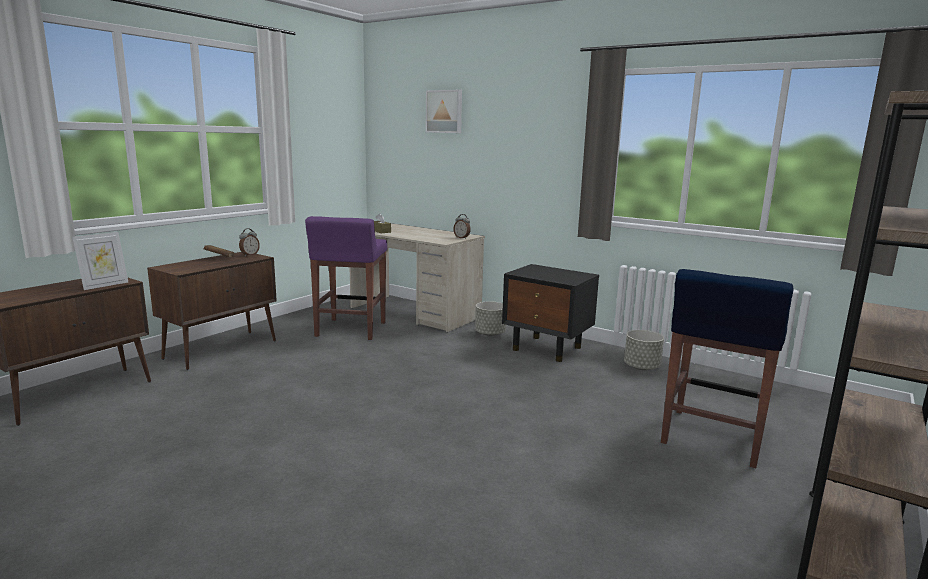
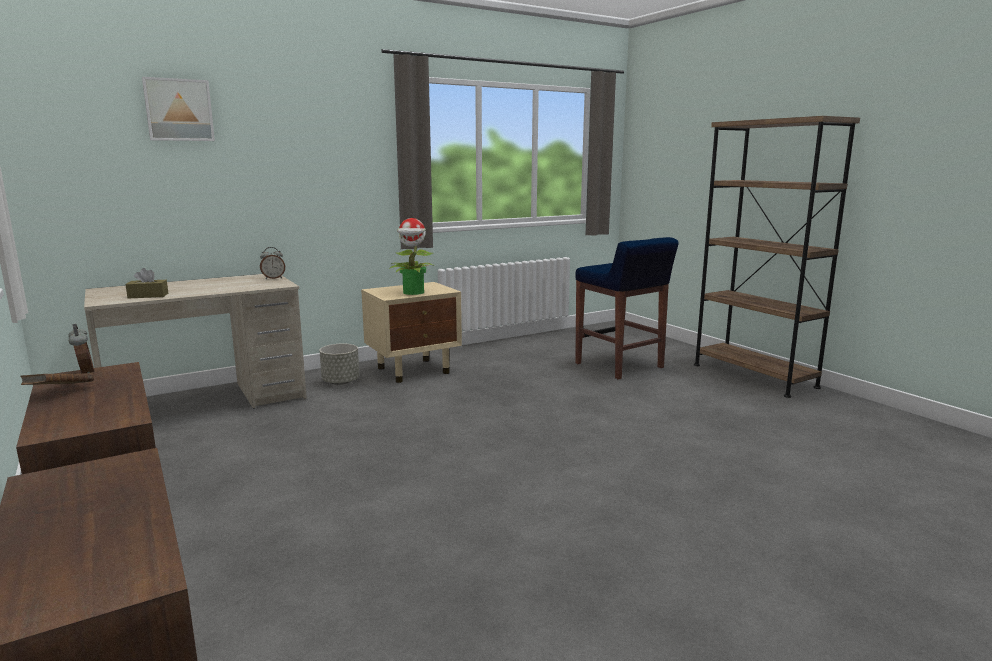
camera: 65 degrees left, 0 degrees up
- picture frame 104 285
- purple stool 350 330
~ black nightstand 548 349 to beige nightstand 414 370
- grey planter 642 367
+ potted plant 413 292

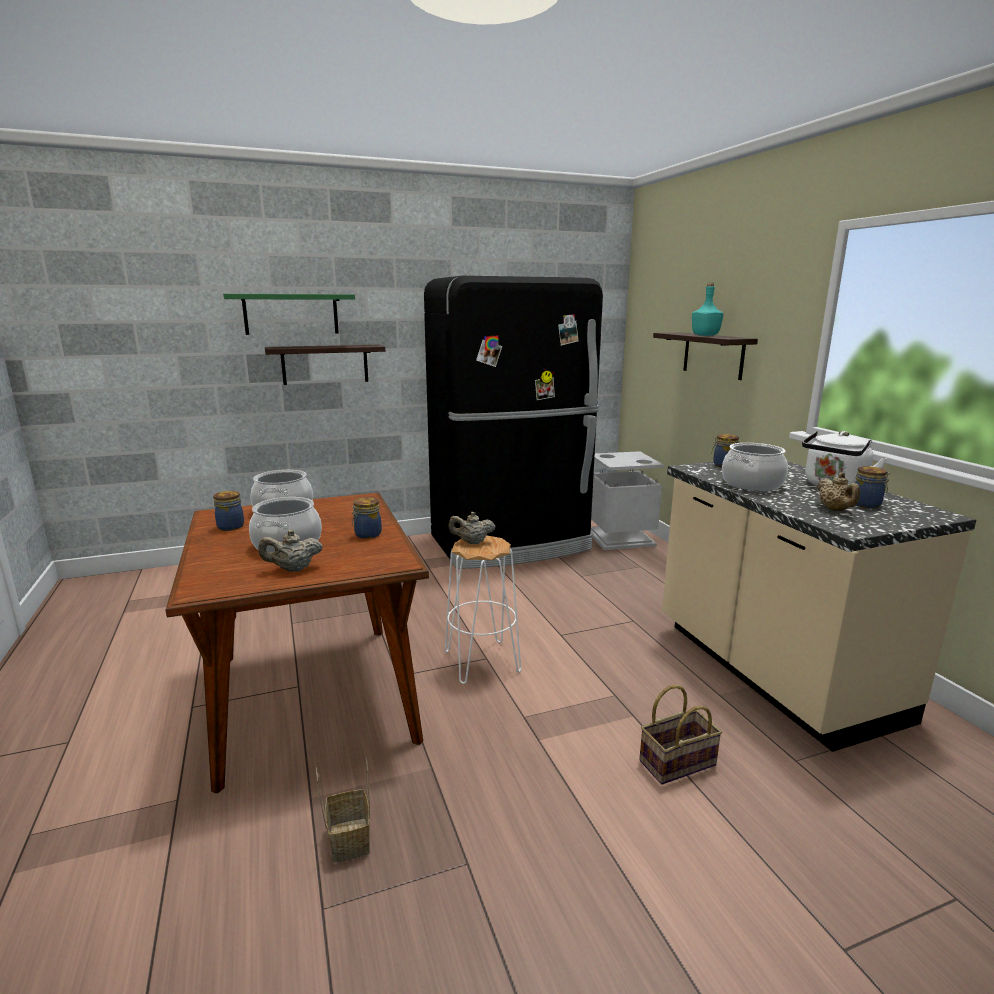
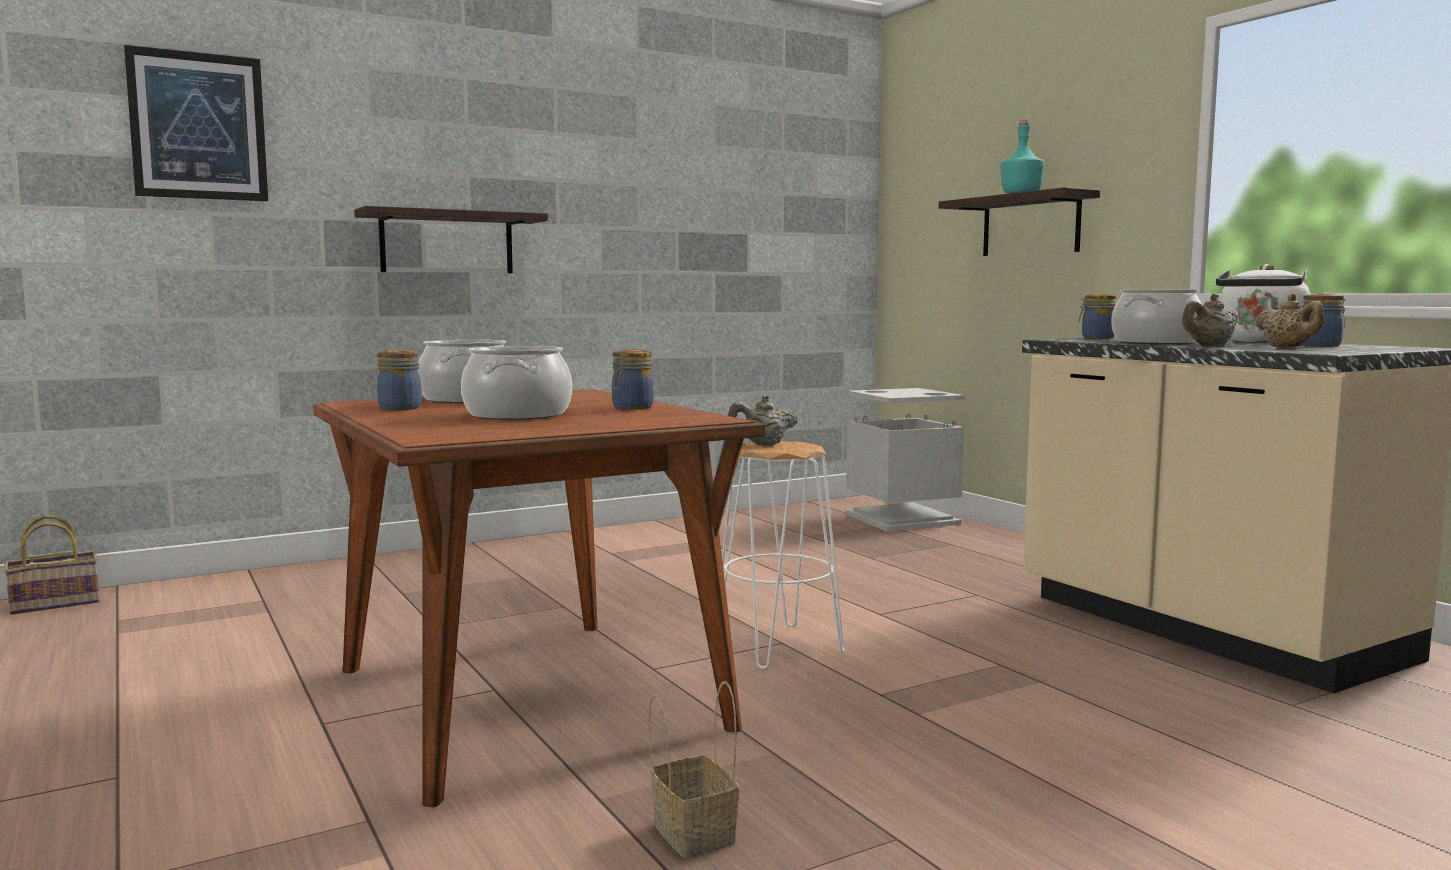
camera: 10 degrees left, 10 degrees down
- green shelf 291 314
~ beige teapot 293 569 to 1209 346
- black fridge 511 543
~ basket 678 761 to 57 603
+ picture 198 126

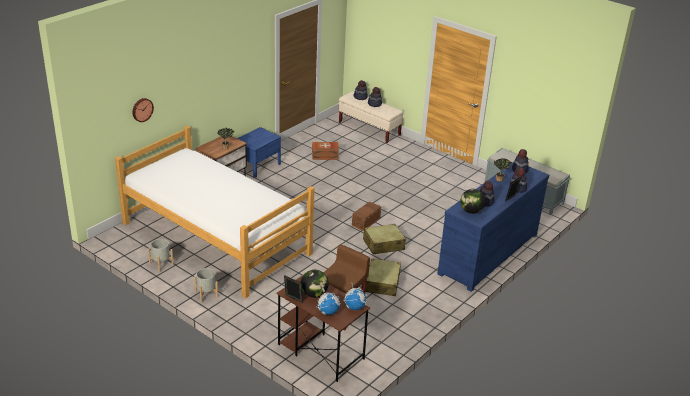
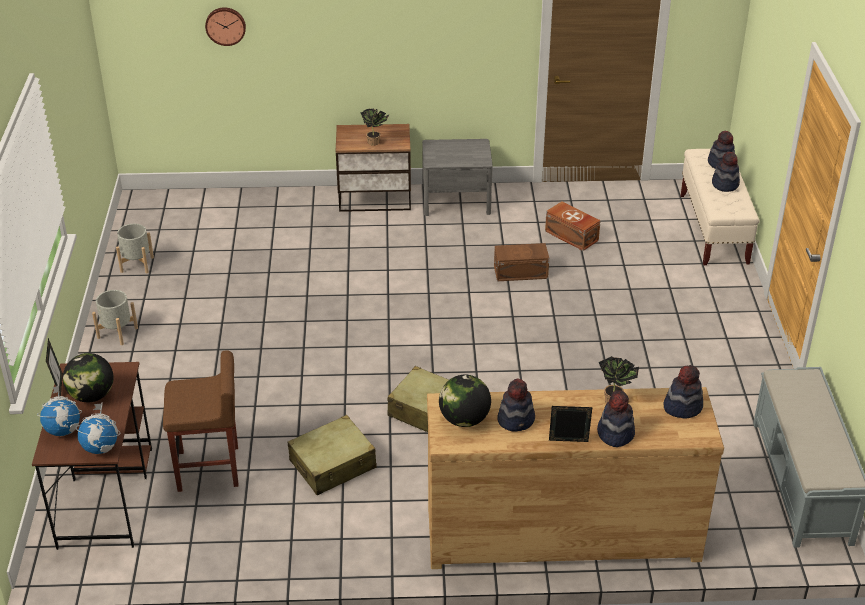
camera: 50 degrees right, 5 degrees up
- bed 216 238
~ blue nightstand 257 165 to grey nightstand 456 200
~ brown storage box 366 222 to 521 272
~ blue dresser 487 253 to brown dresser 561 532

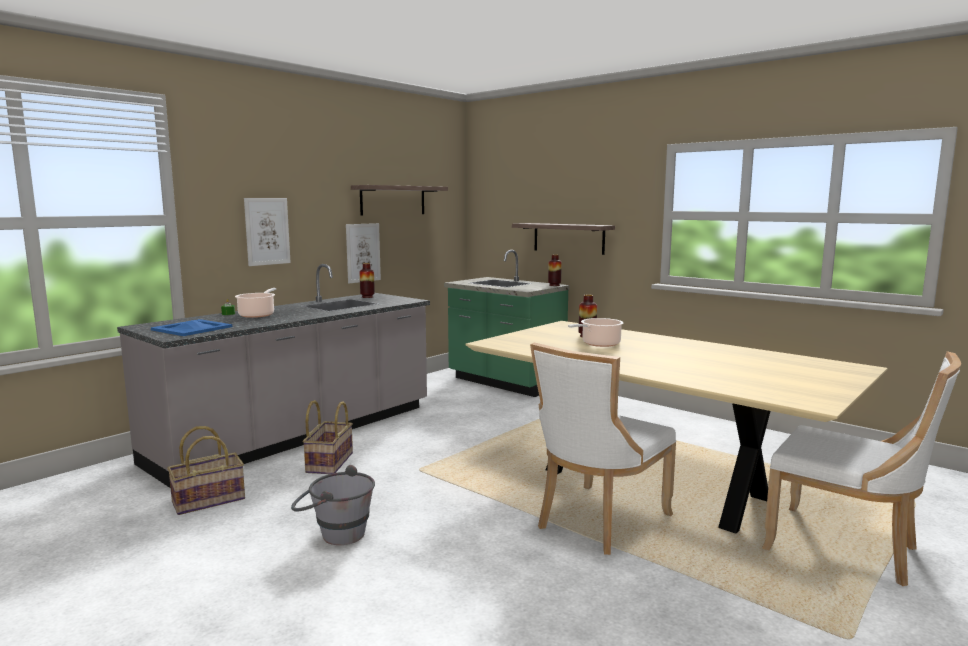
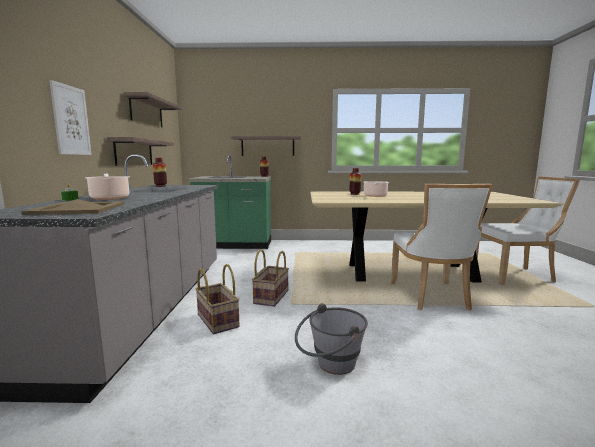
camera: 40 degrees left, 0 degrees up
~ blue tray 192 328 to beige tray 79 209
~ basket 209 500 to 271 296
~ picture 363 252 to shelf 134 152

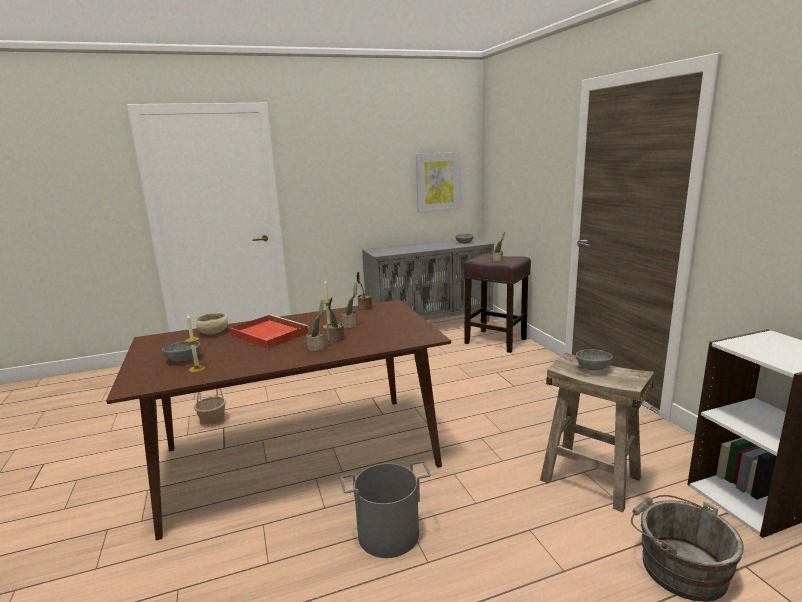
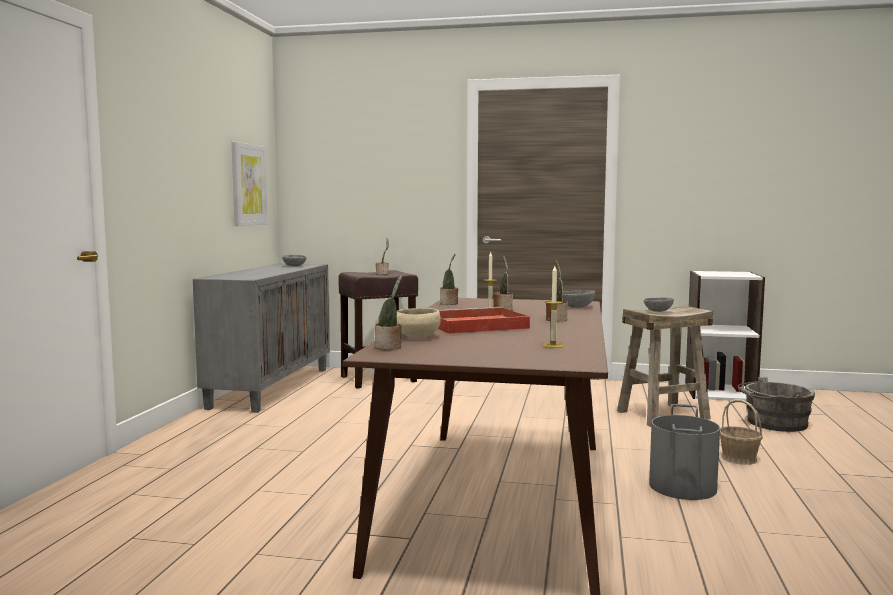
camera: 60 degrees left, 10 degrees down
~ grey bowl 183 359 to 576 307
~ basket 212 421 to 739 458
~ potted plant 335 339 to 389 347

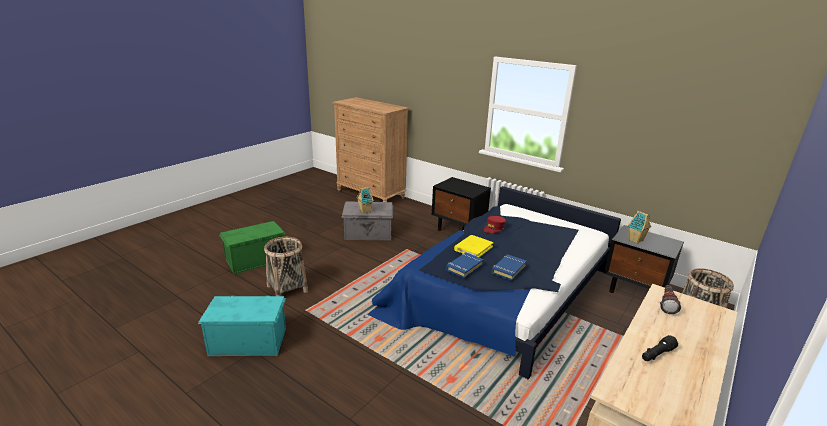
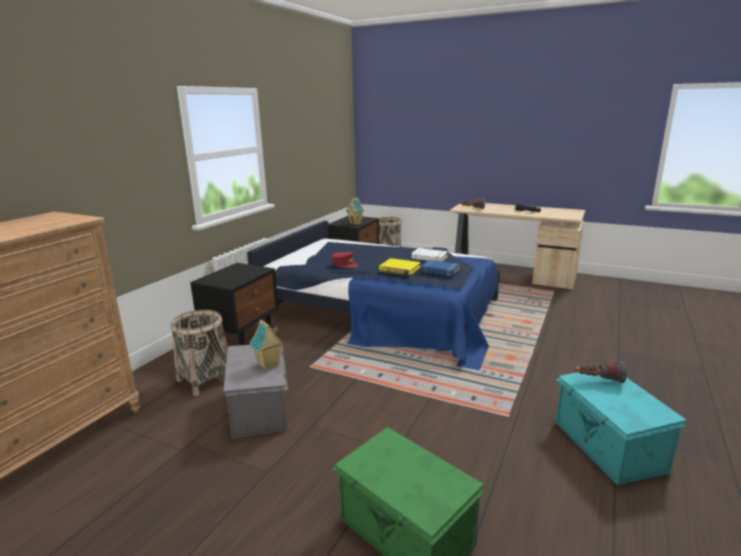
camera: 100 degrees left, 5 degrees down
~ basket 287 288 to 205 379
~ blue book 508 269 to white book 429 258
+ flashlight 598 380

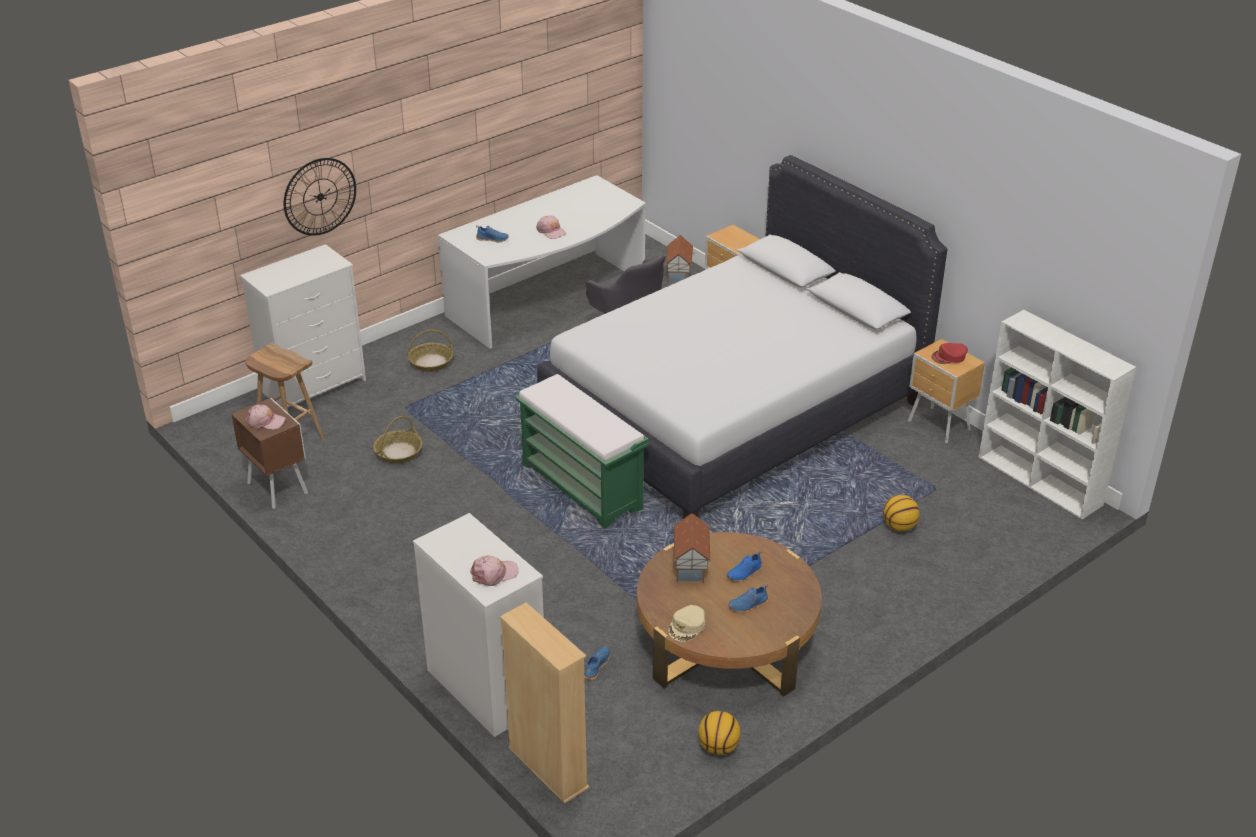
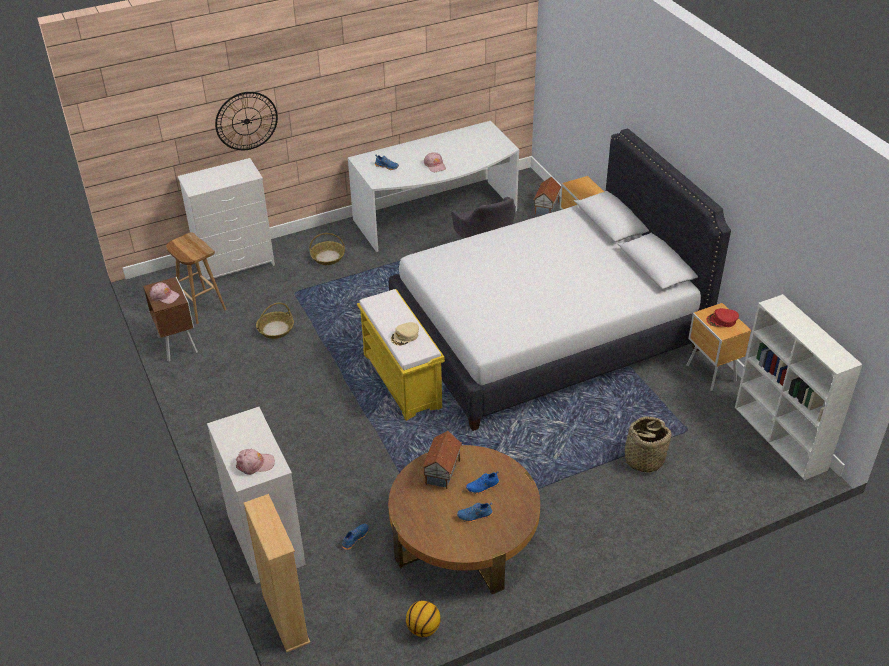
camera: 15 degrees right, 5 degrees up
~ green bench 583 487 to yellow bench 403 381
~ beige cap 687 626 to 405 336
~ basketball 899 526 to basket 643 459

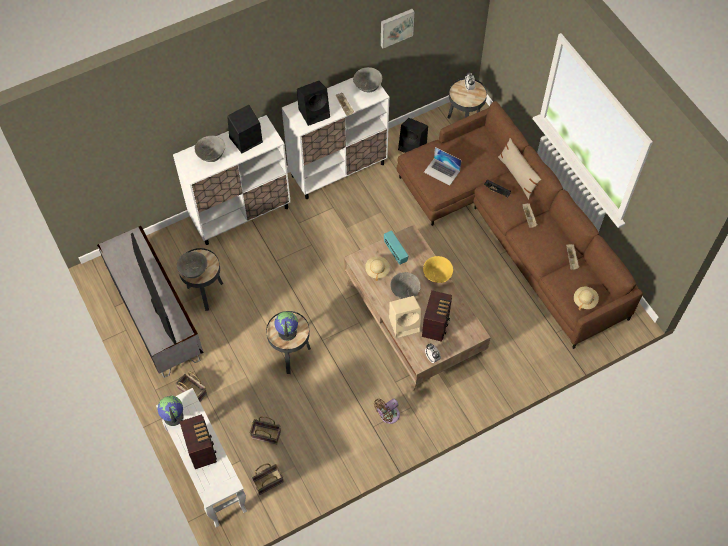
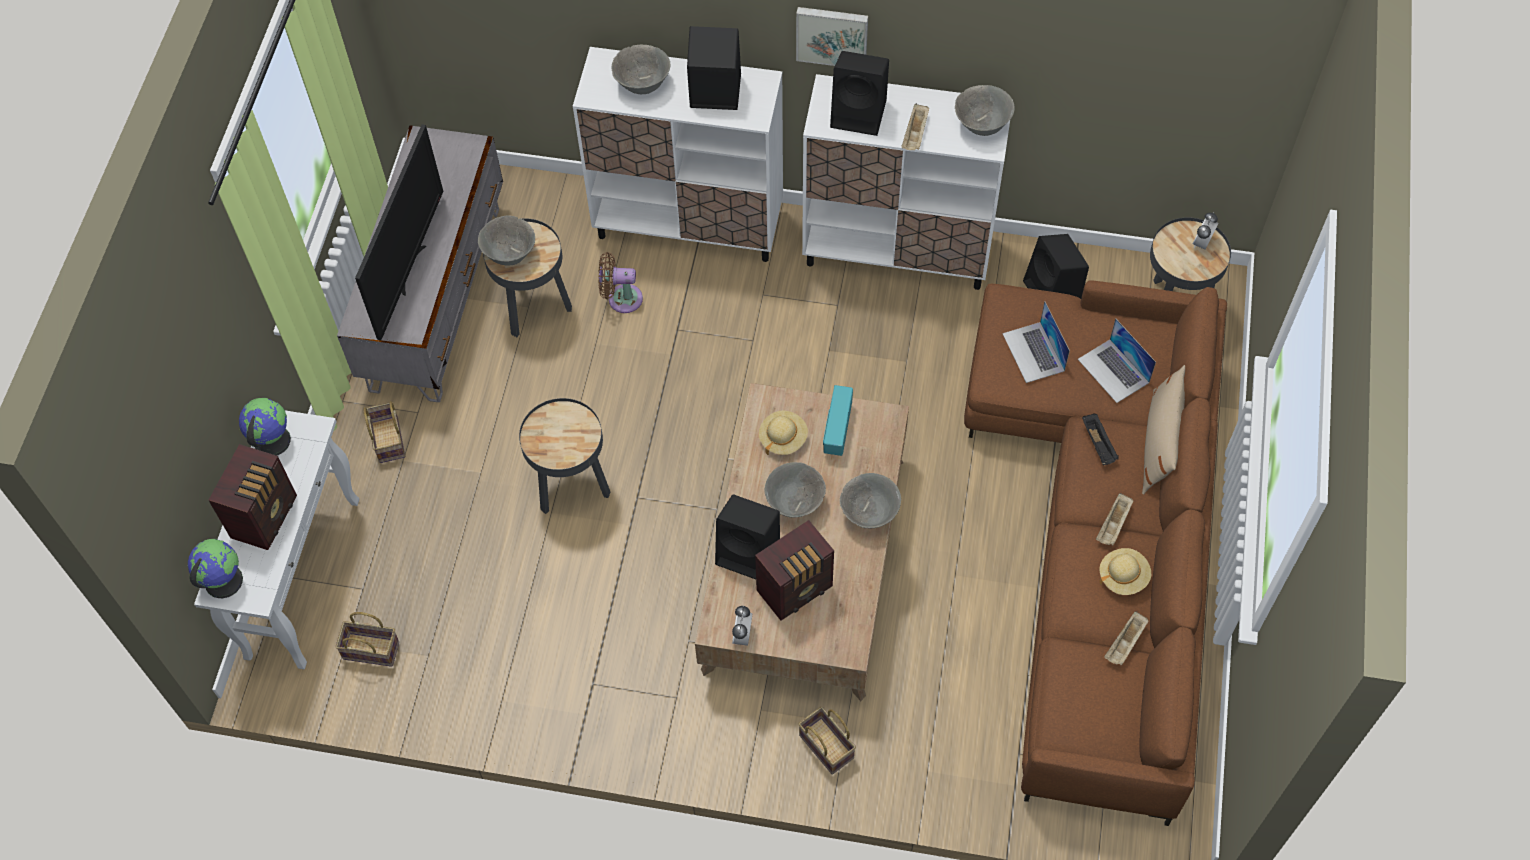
camera: 40 degrees right, 0 degrees up
~ basket 265 435 to 824 746
~ globe 287 332 to 223 580
~ brown fan 388 416 to 621 298
~ picture 396 27 to 832 35
~ beige speaker 405 324 to black speaker 749 552
~ yellow bowl 437 276 to grey bowl 869 513
~ beige hat 584 300 to 1123 576
+ laptop 1113 371

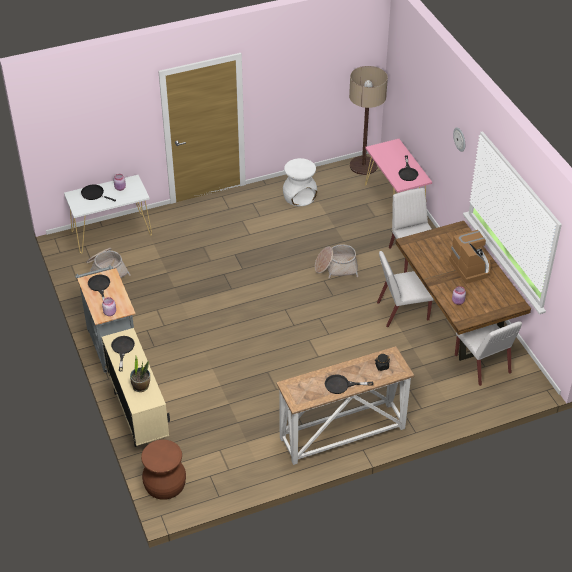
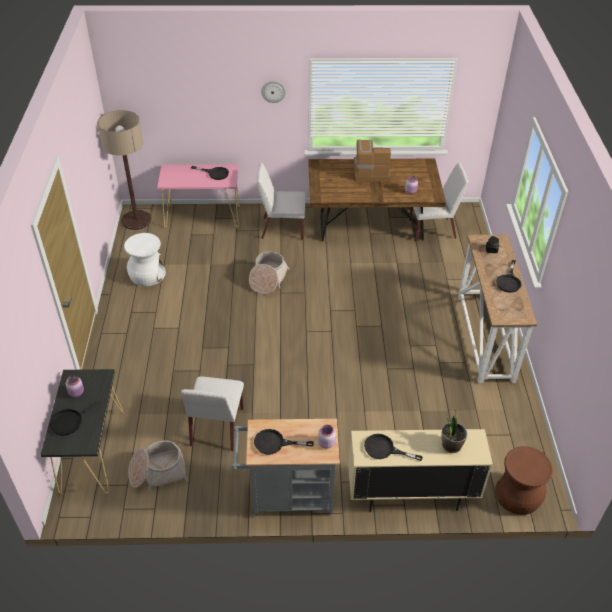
camera: 70 degrees left, 0 degrees up
~ white console table 112 233 to black console table 92 451
~ white chair 402 311 to 217 427

